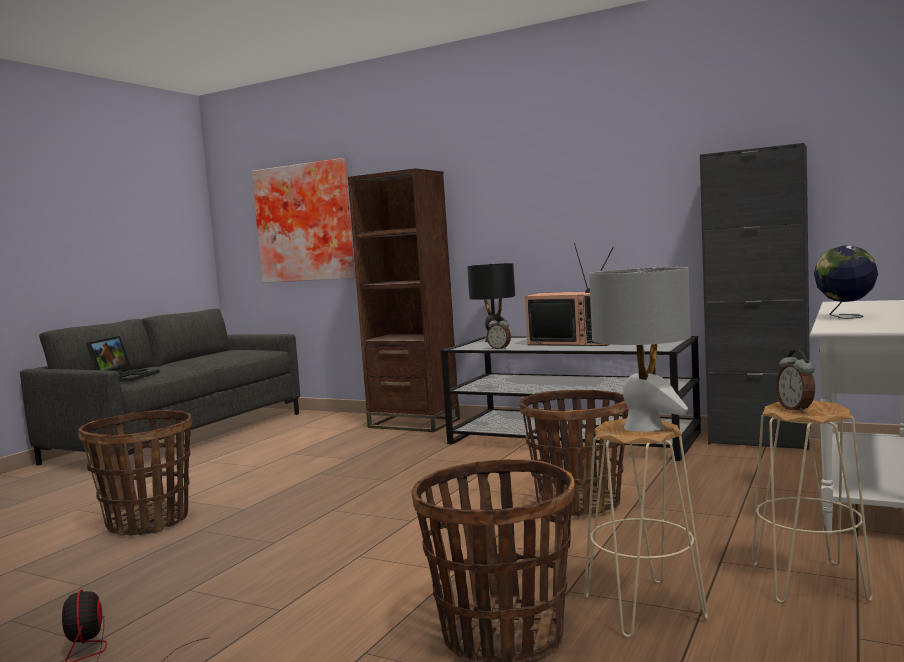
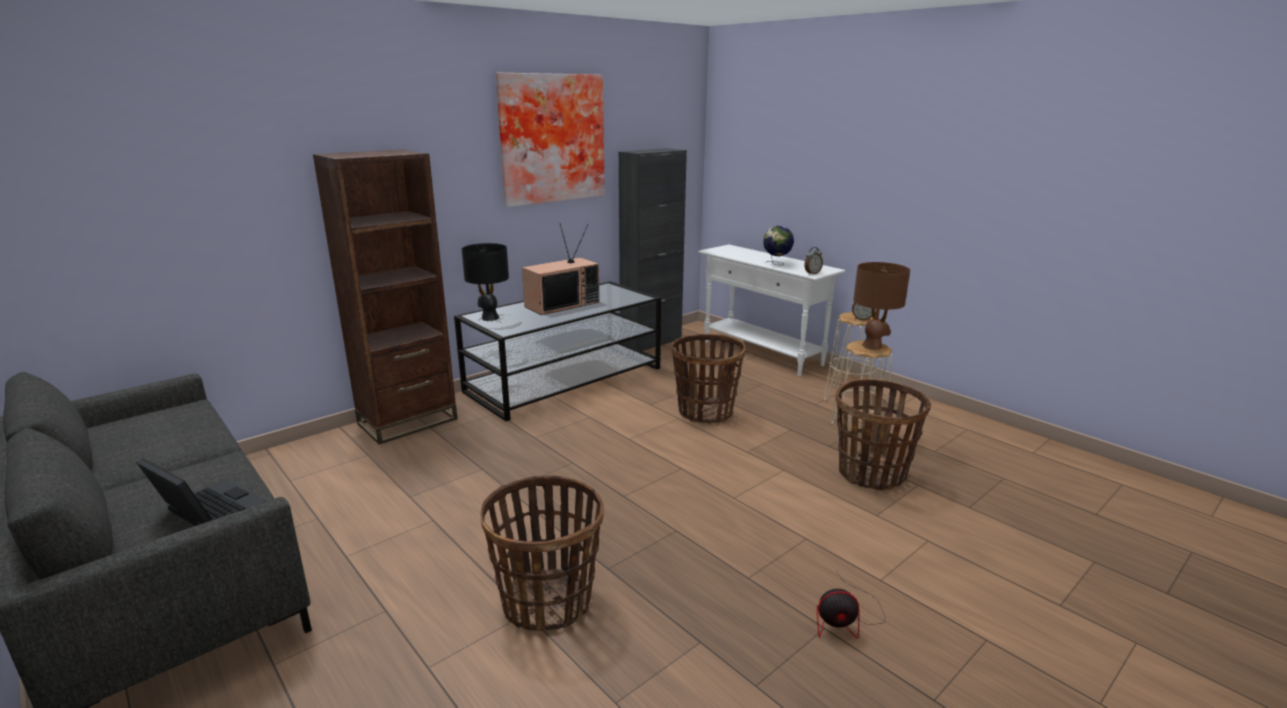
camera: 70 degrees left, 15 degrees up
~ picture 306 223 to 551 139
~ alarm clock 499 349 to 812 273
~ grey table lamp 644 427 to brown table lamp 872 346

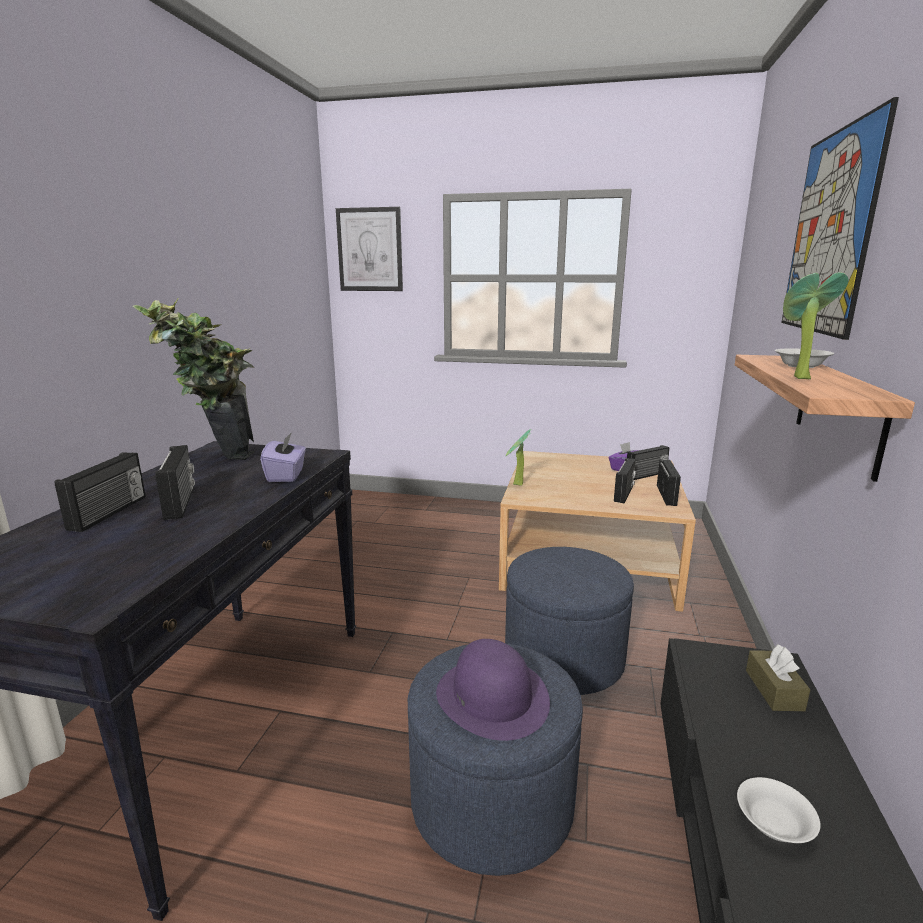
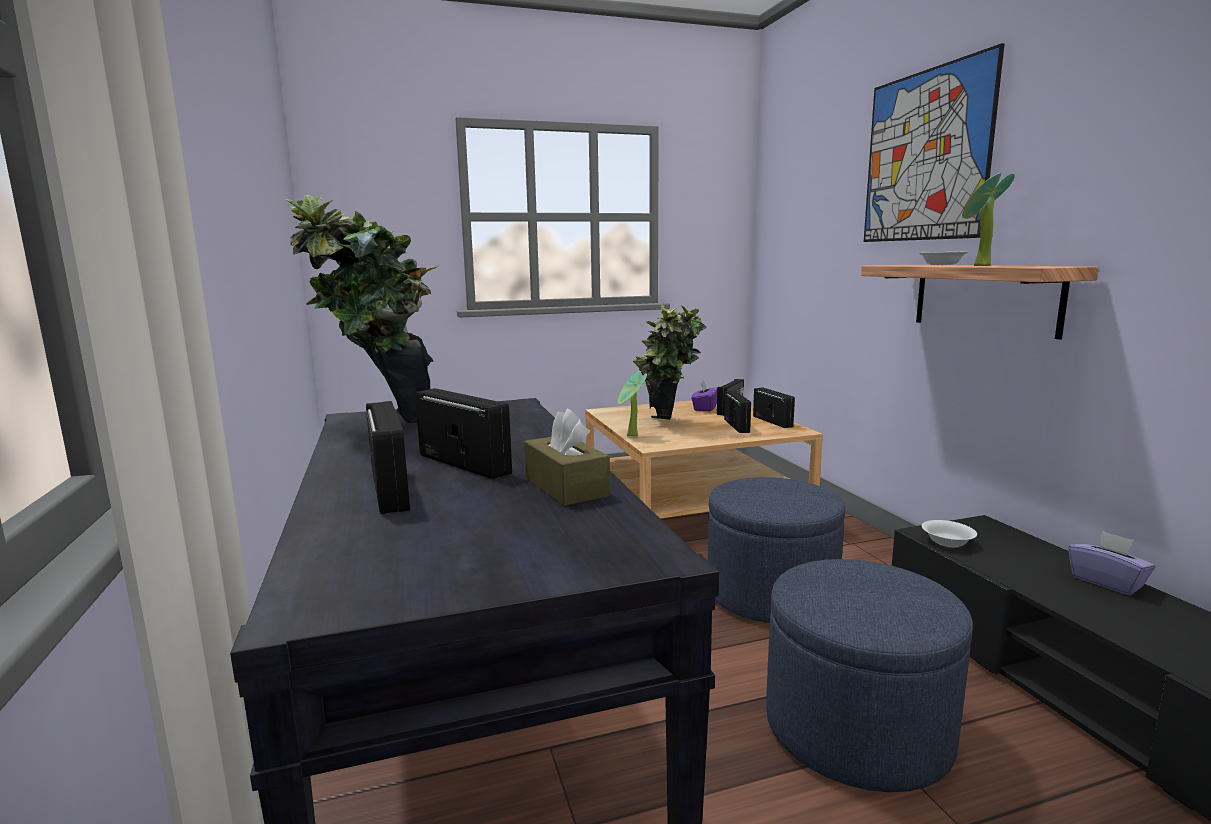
camera: 30 degrees left, 5 degrees down
~ purple tissue box 286 475 to 1107 582
- picture 370 250
- purple hat 492 697
~ white bowl 773 822 to 946 542
~ brown tissue box 774 690 to 566 487
+ potted plant 668 424

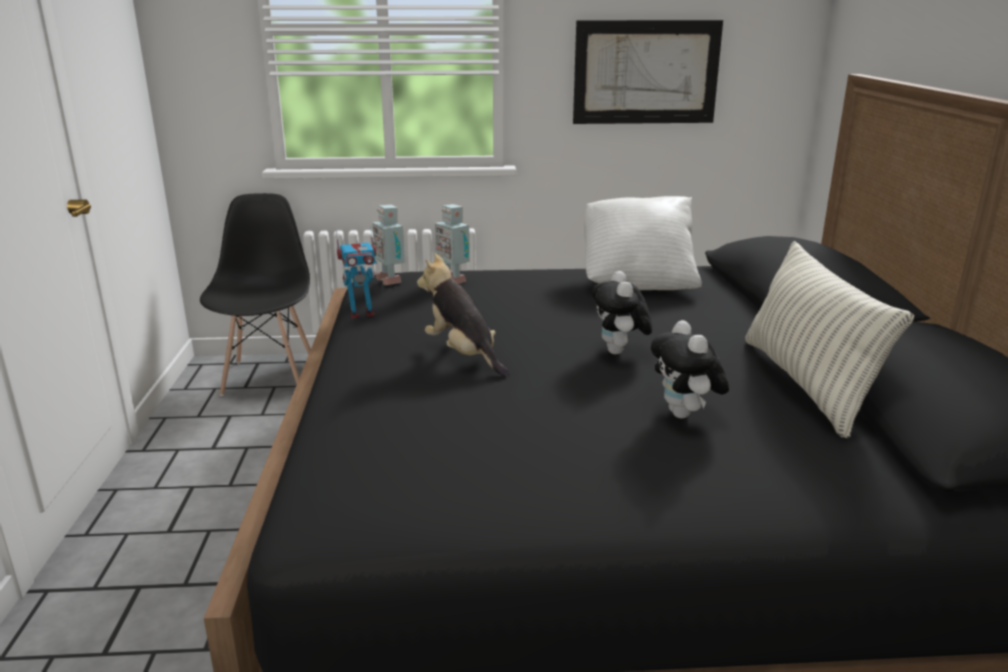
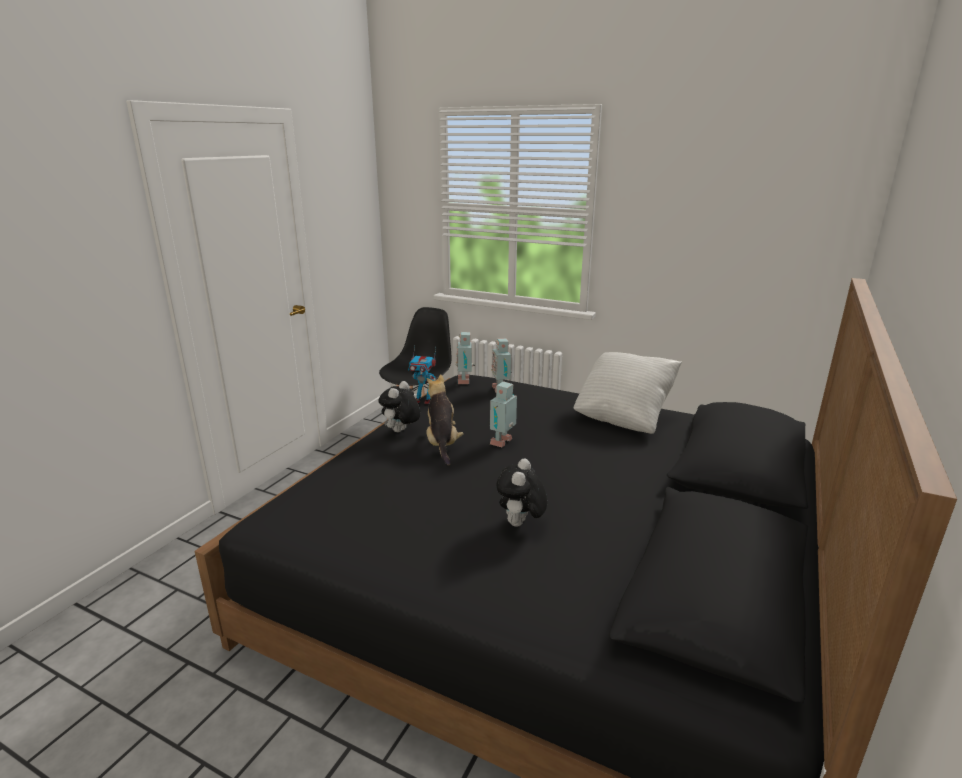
camera: 30 degrees right, 0 degrees up
- picture 646 72
~ plush toy 619 352 to 401 431
- pillow 805 383
+ toy robot 503 442

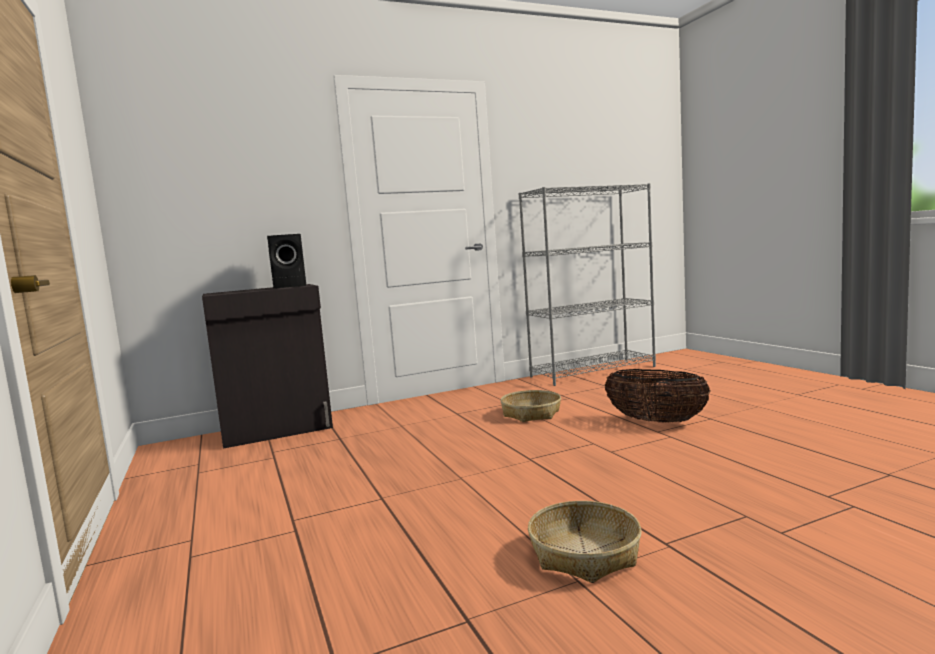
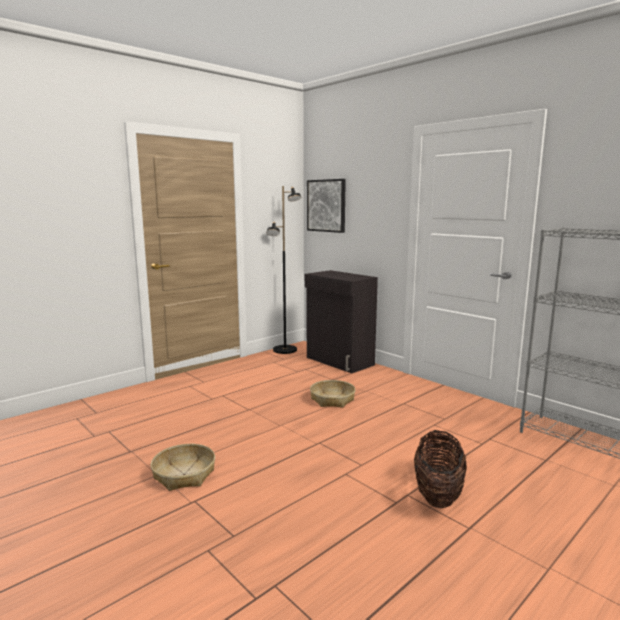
camera: 70 degrees right, 5 degrees up
- black speaker 292 286
~ basket 531 413 to 332 399
+ black floor lamp 285 350
+ picture 326 205

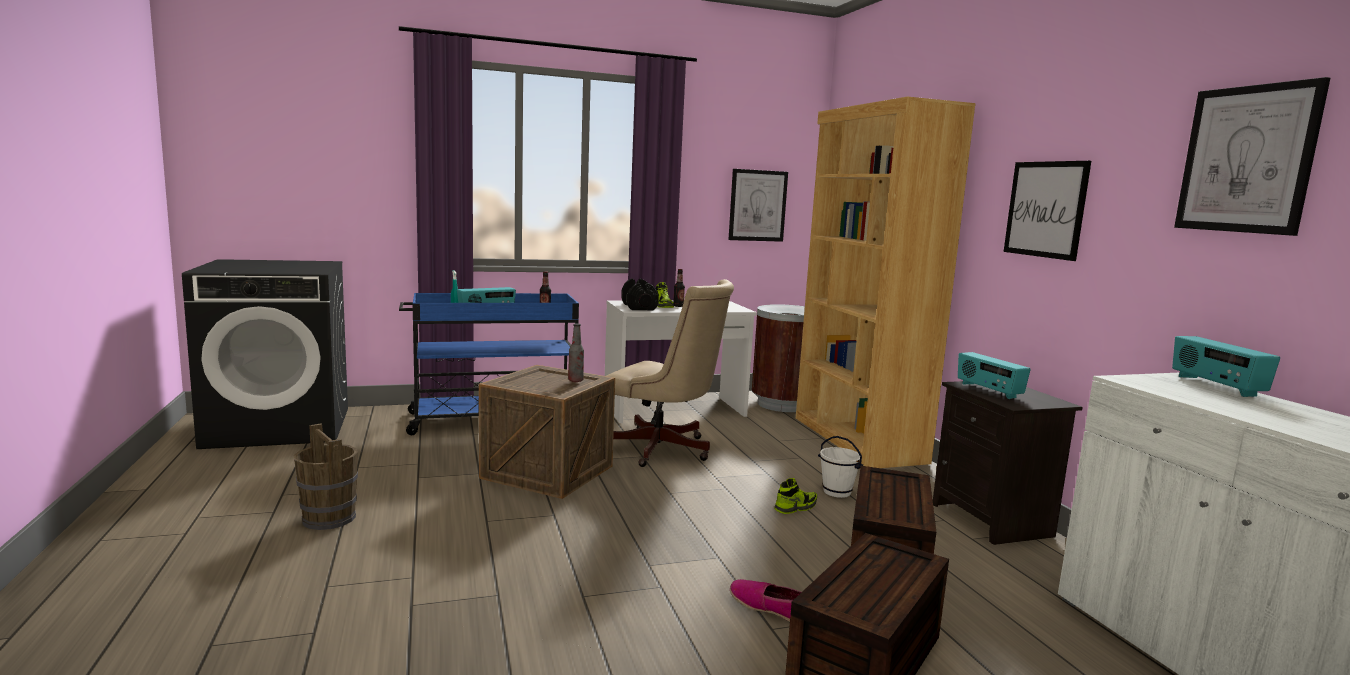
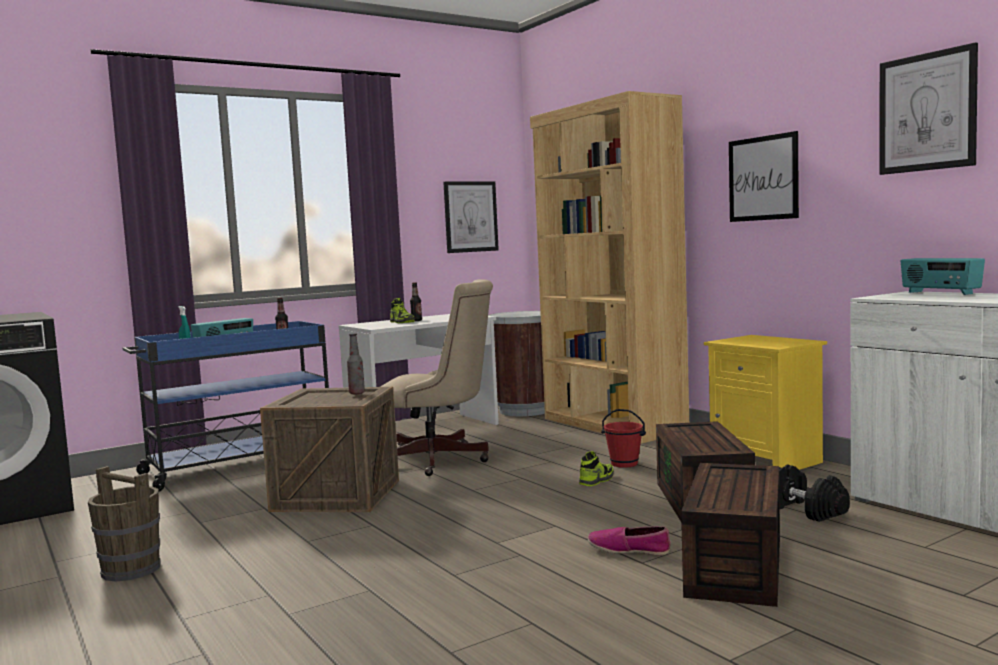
camera: 15 degrees left, 5 degrees down
~ black dumbbell 639 307 to 806 510
~ white bucket 837 492 to red bucket 624 464
~ black nightstand 994 520 to yellow nightstand 768 460
- radio 988 391

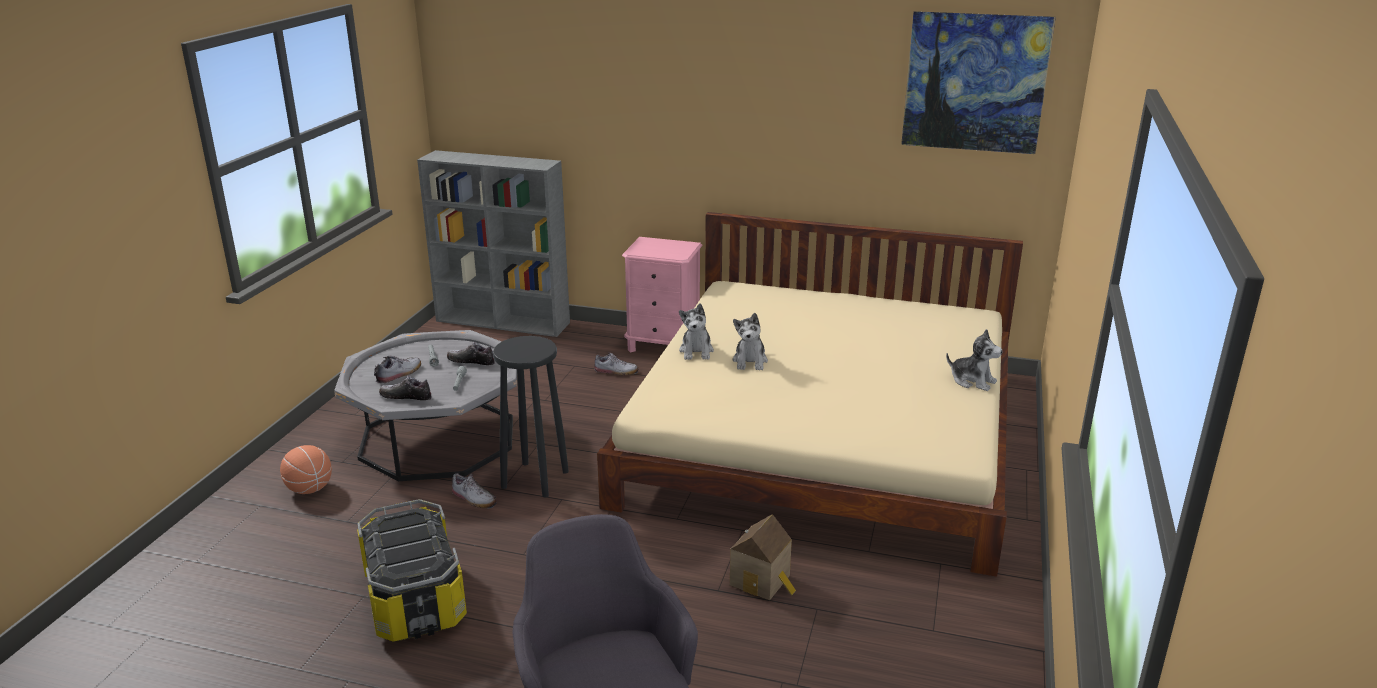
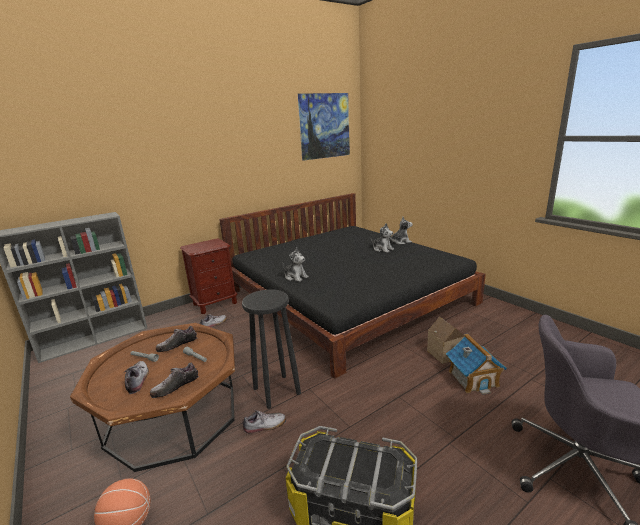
camera: 50 degrees left, 5 degrees down
~ grey coffee table 438 438 to brown coffee table 173 416
~ beige bed 823 434 to black bed 347 297
~ pink nightstand 663 345 to brown nightstand 215 303
~ plush toy 750 361 to 382 249
+ toy house 473 378

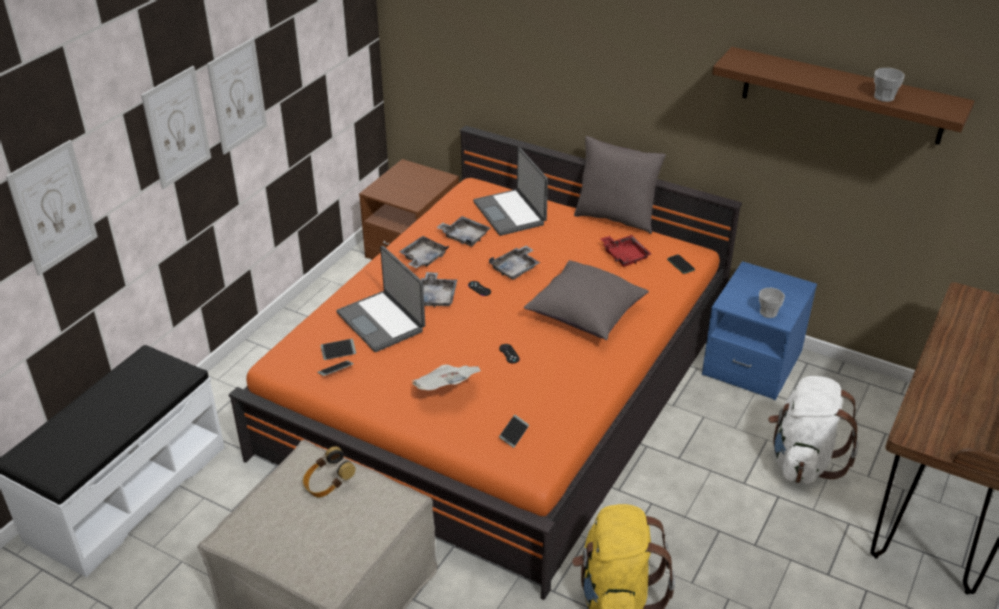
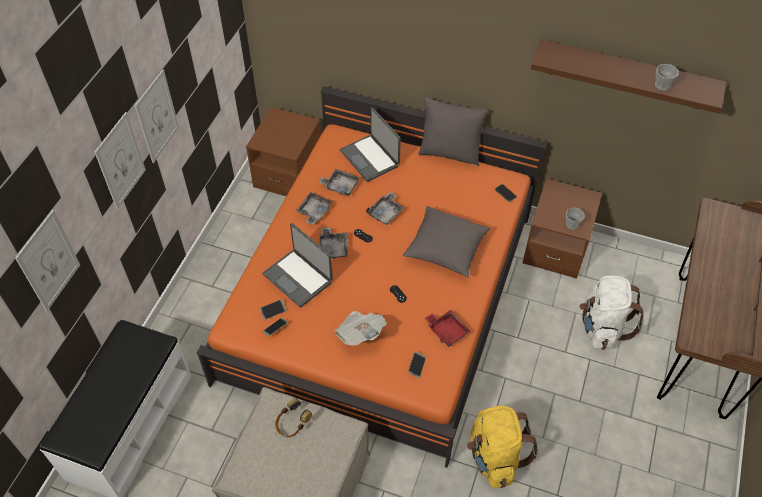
camera: 10 degrees left, 15 degrees up
~ red tray 624 255 to 447 331
~ blue nightstand 752 363 to brown nightstand 556 248

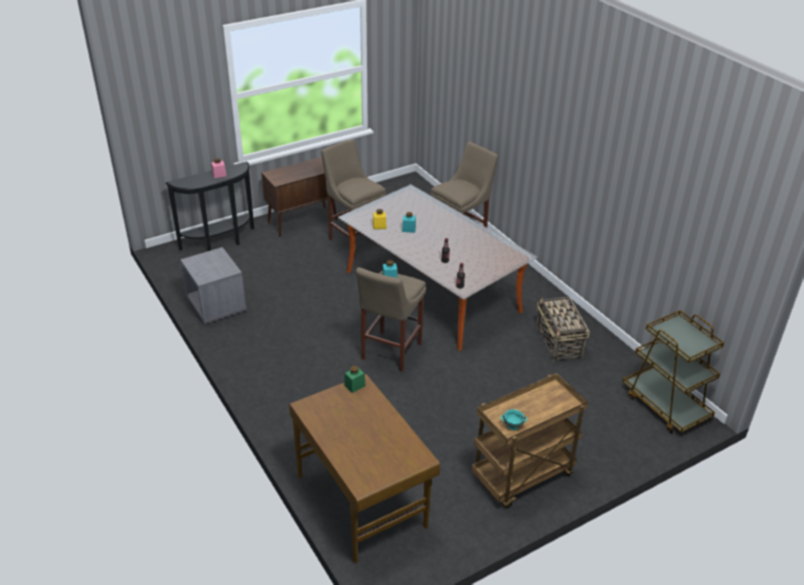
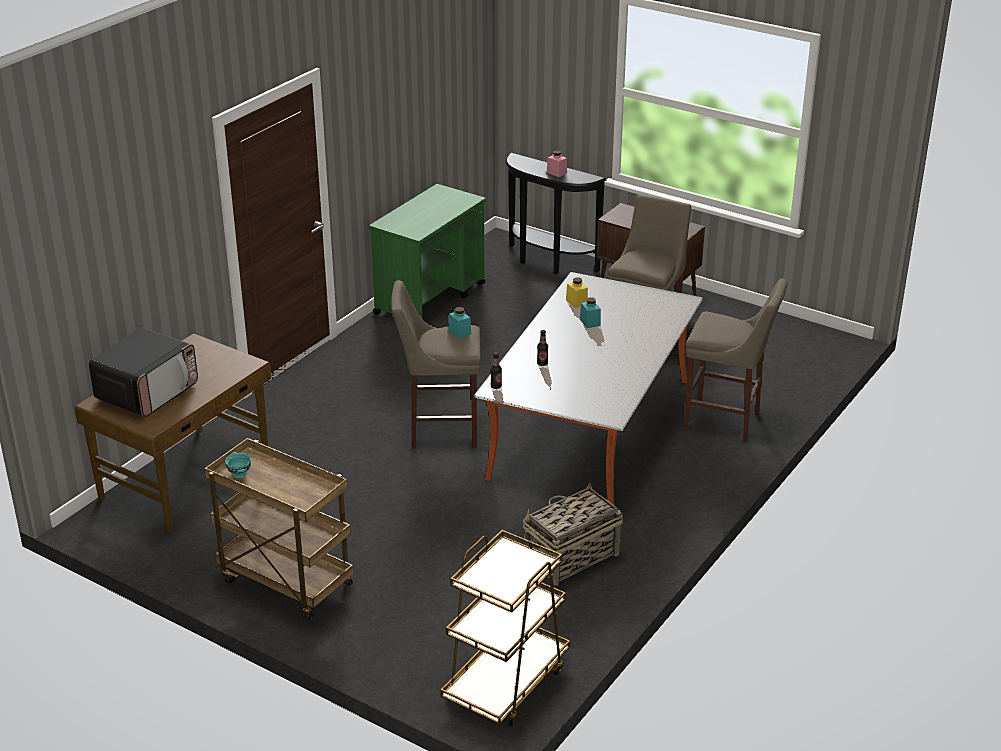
camera: 65 degrees right, 5 degrees down
~ grey nightstand 216 306 to green cart 430 298
- green jar 354 386
+ microwave 148 392

